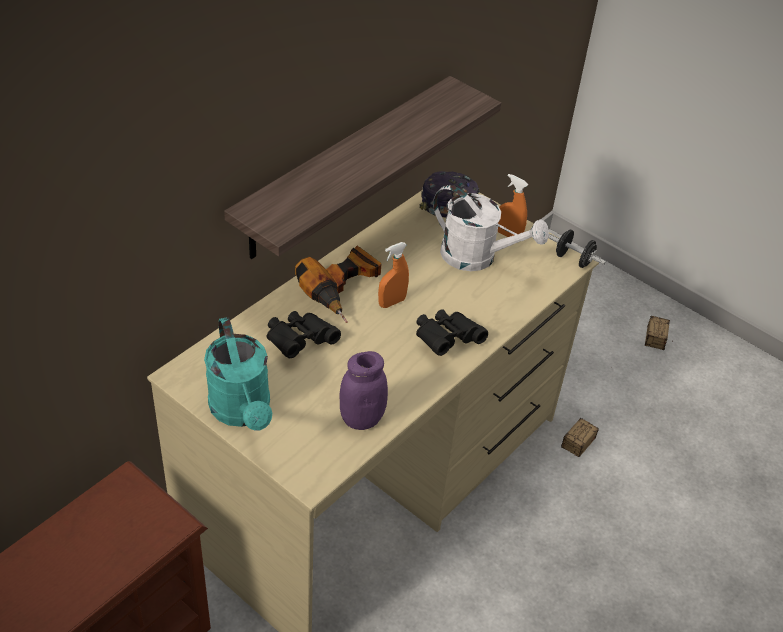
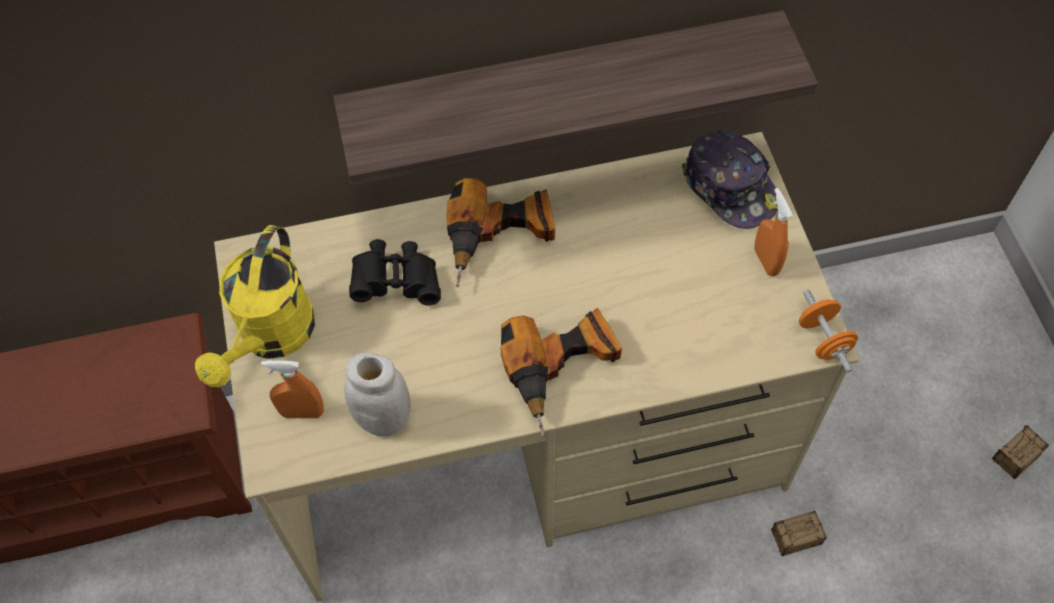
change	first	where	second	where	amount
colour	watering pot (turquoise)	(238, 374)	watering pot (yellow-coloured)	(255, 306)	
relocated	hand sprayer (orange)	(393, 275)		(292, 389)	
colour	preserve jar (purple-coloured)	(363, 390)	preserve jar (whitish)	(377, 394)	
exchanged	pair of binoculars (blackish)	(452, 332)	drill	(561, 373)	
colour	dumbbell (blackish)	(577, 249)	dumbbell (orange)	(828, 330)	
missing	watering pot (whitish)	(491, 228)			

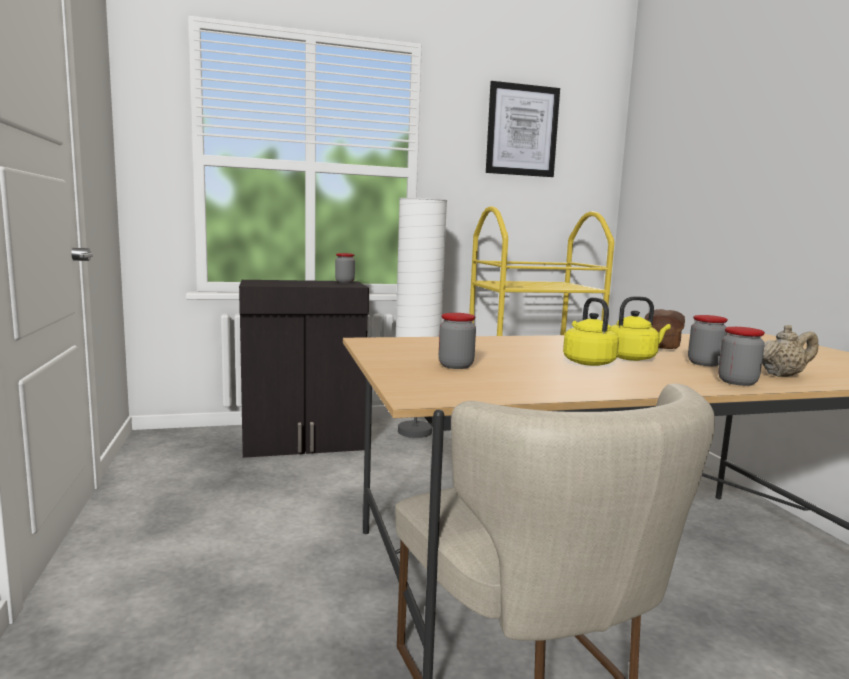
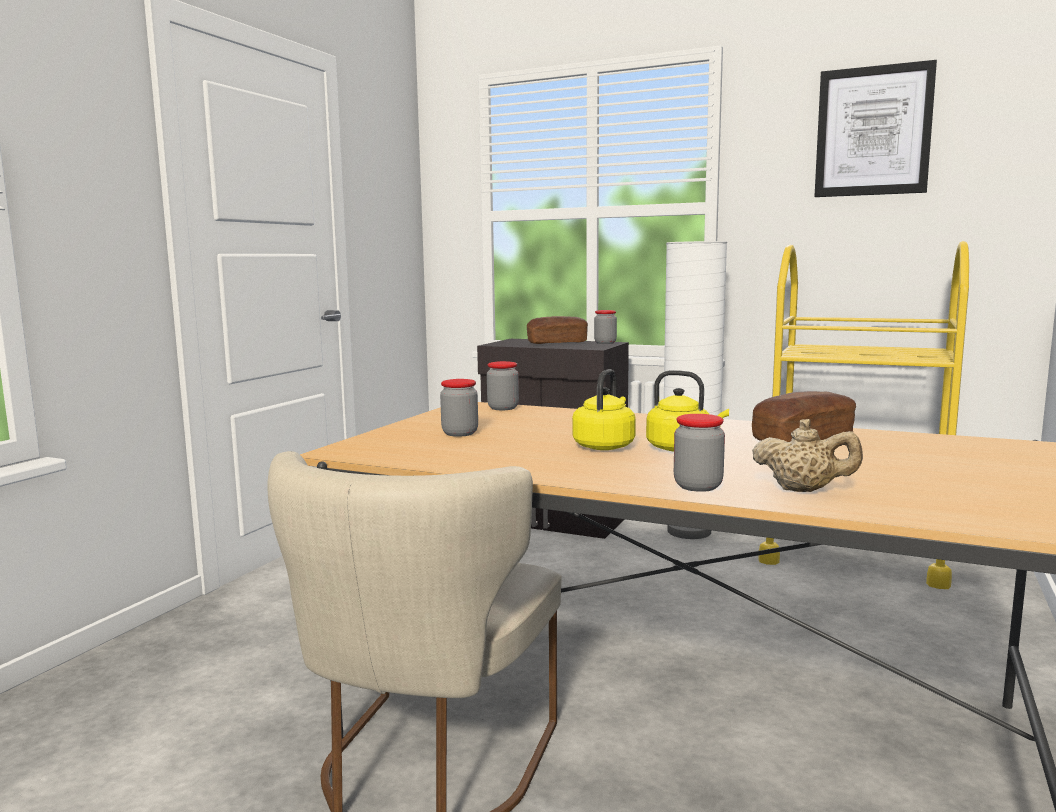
change	first	where	second	where	amount
relocated	preserve jar	(708, 340)		(503, 385)	
appeared			bread	(557, 330)	

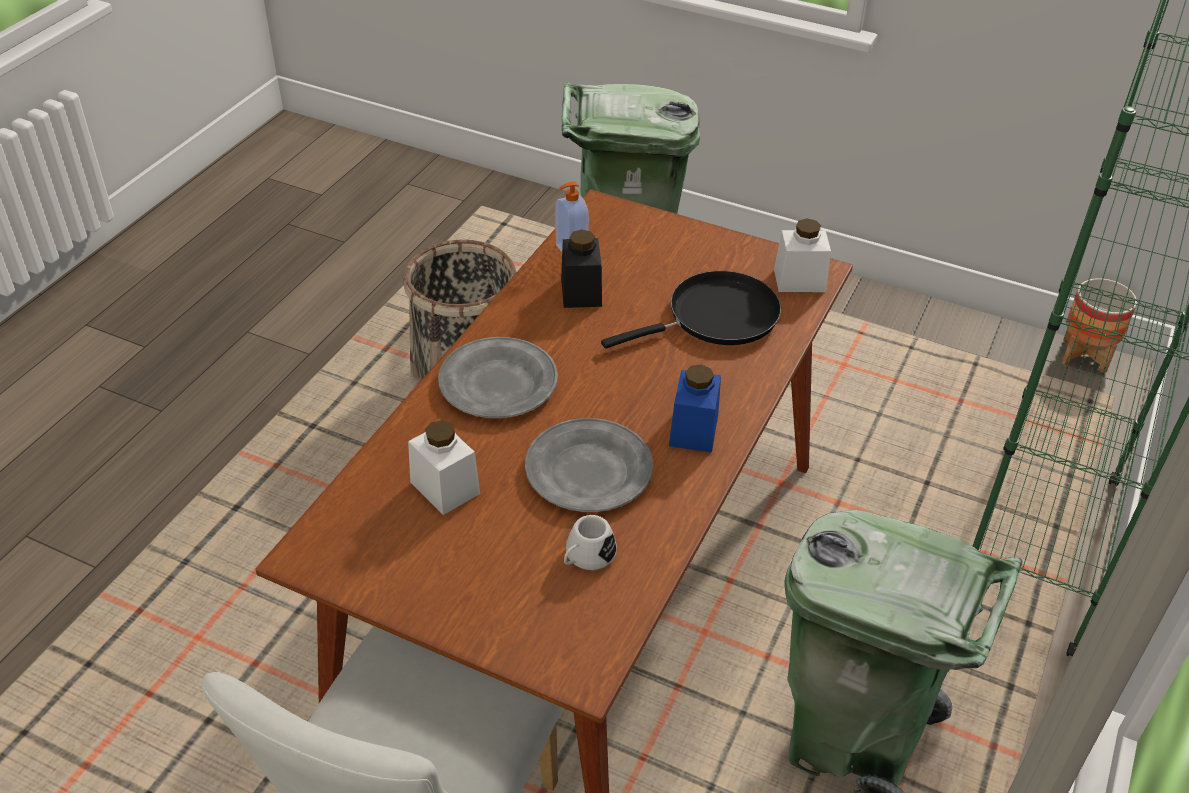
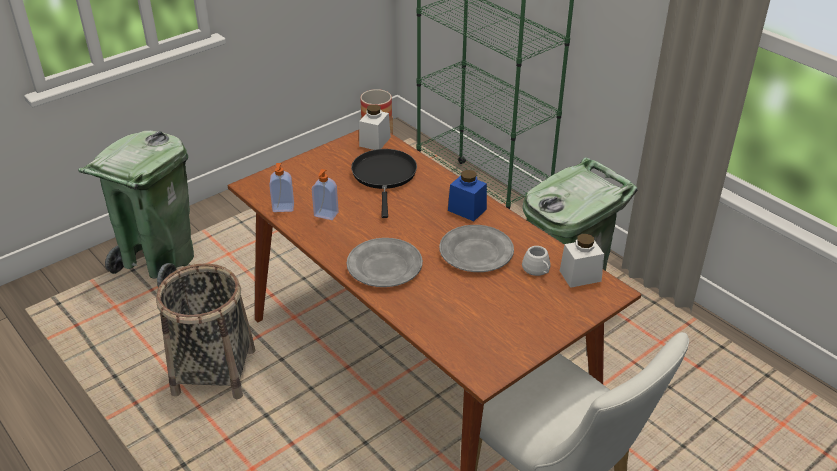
change	first	where	second	where	amount
exchanged	preserve jar (blackish)	(581, 268)	soap bottle	(325, 194)	
relocated	preserve jar (whitish)	(444, 467)		(582, 261)	

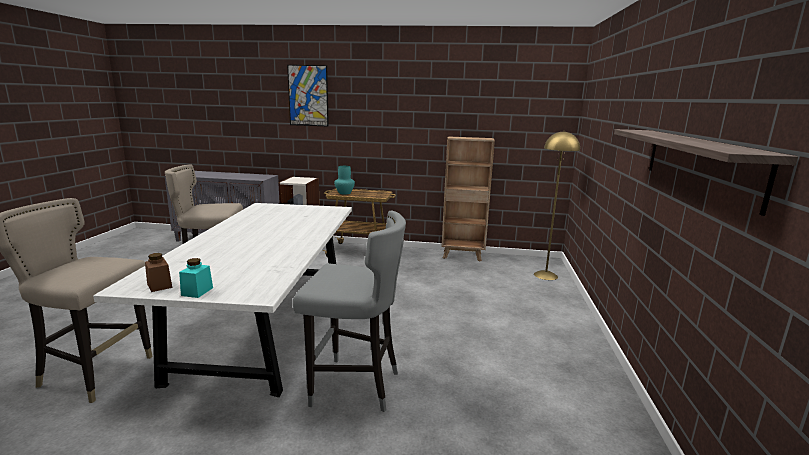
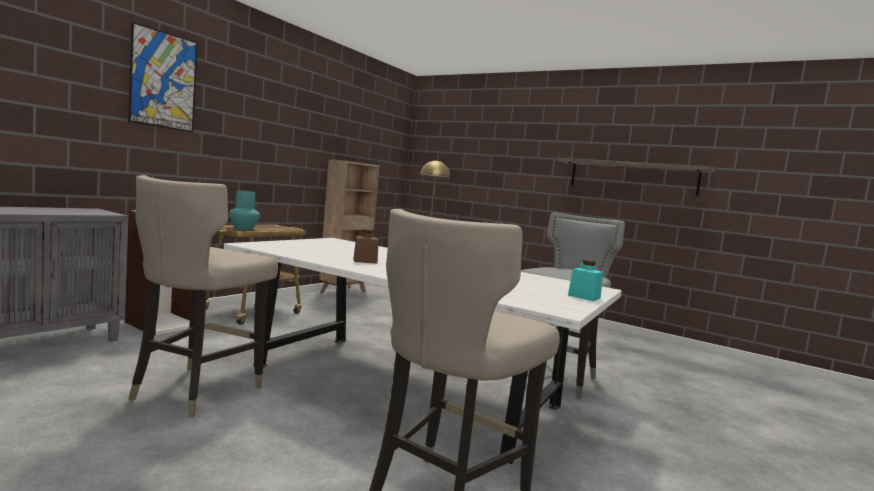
change	first	where	second	where	amount
relocated	preserve jar (brown)	(158, 272)		(366, 246)	

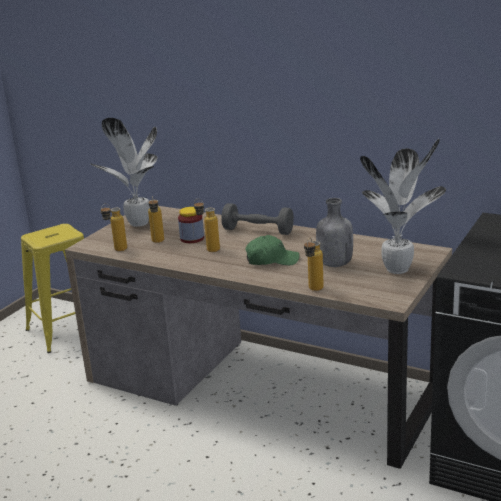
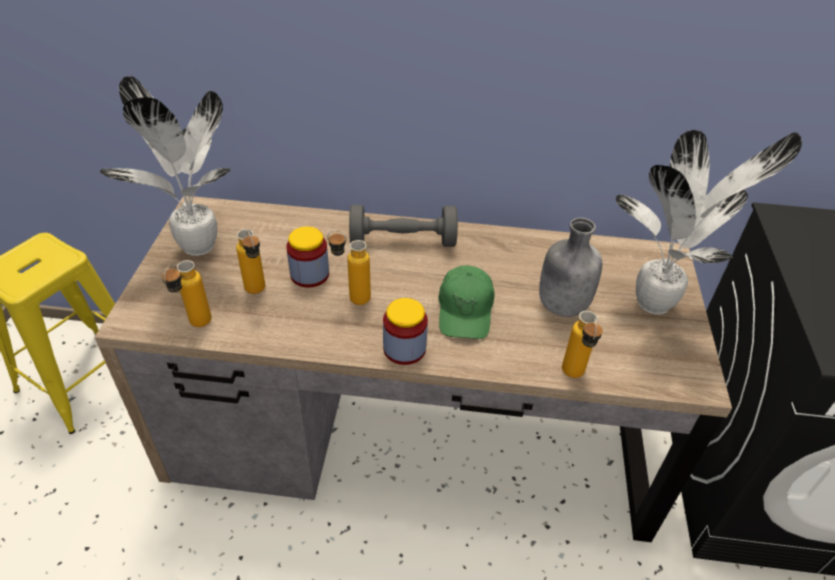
change	first	where	second	where	amount
appeared			preserve jar	(405, 331)	
spun	peaked cap (greenish)	(272, 250)		(466, 302)	120 degrees clockwise

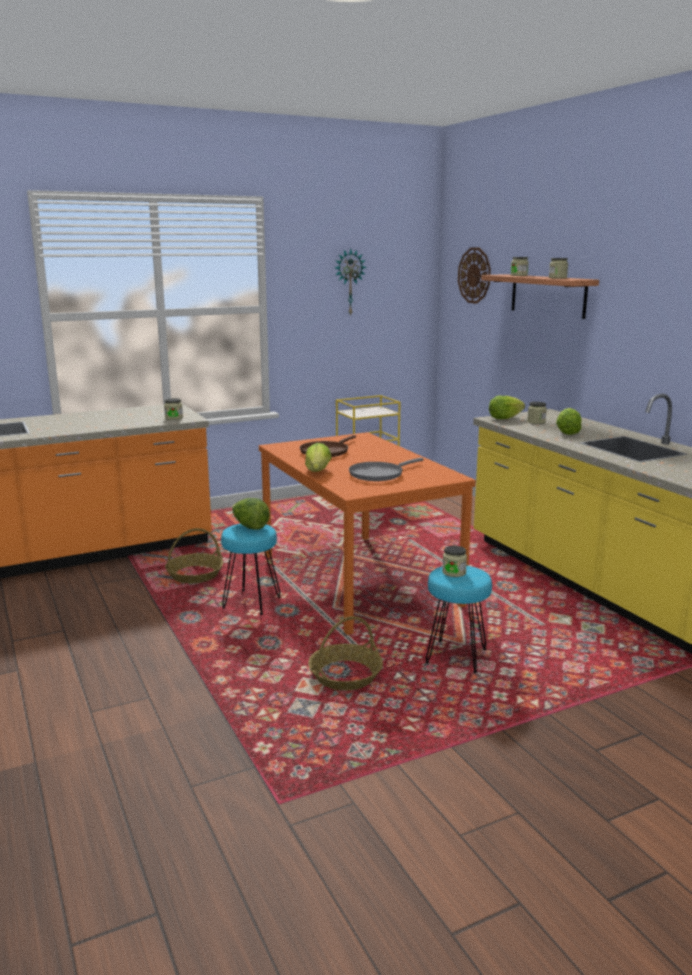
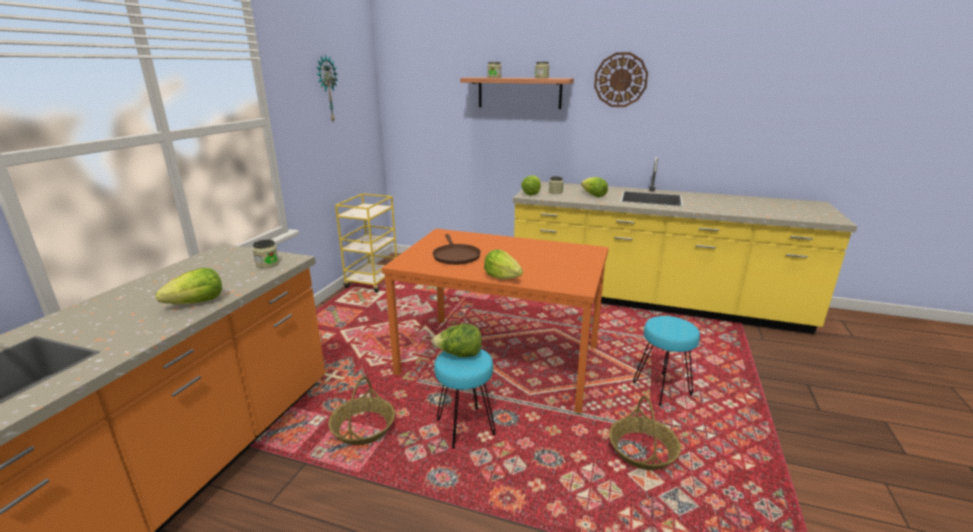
change	first	where	second	where	amount
appeared			head of lettuce	(189, 286)	
relocated	clock on the wall	(474, 275)		(621, 79)	
missing	frying pan (gray)	(386, 469)			
missing	preserve jar	(454, 561)			

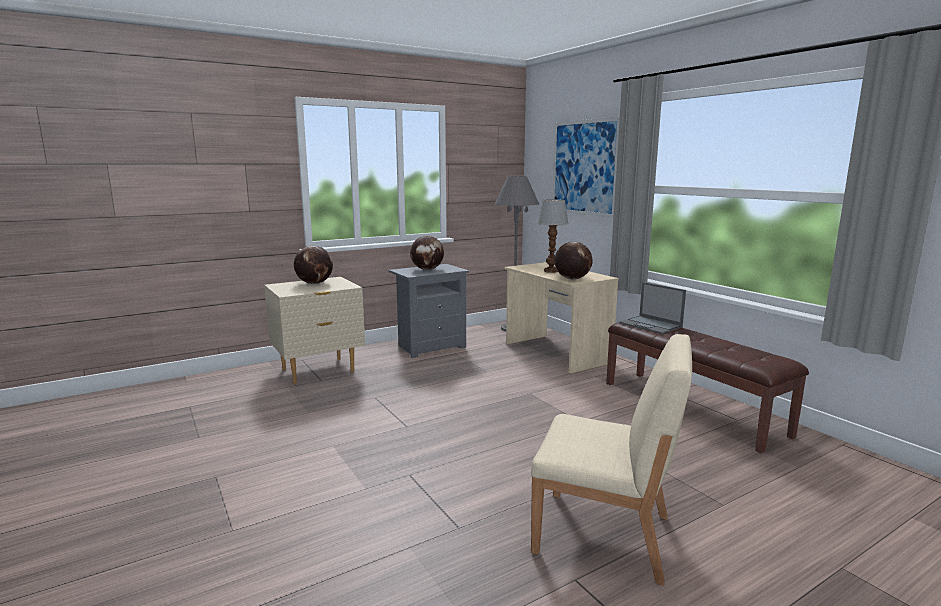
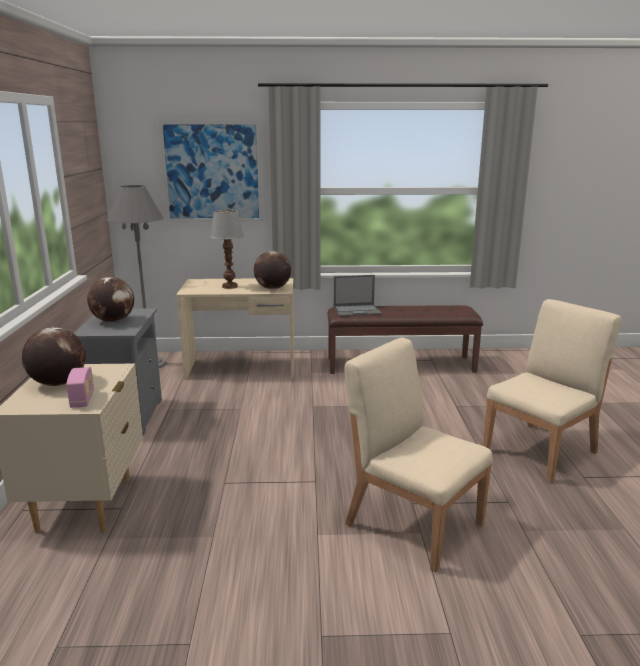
change	first	where	second	where	amount
appeared			radio set	(80, 387)	
appeared			plain chair (sand-coloured)	(418, 454)	

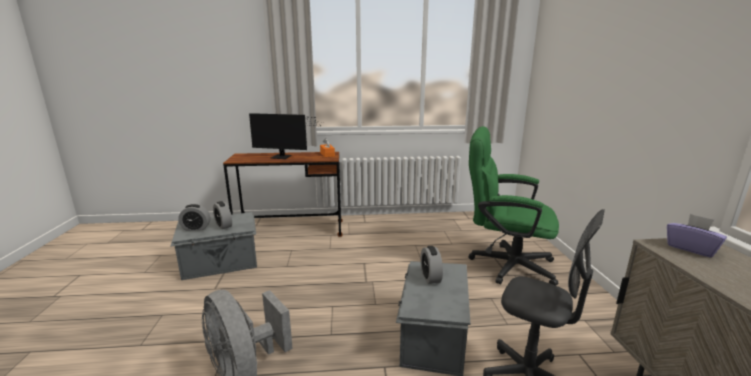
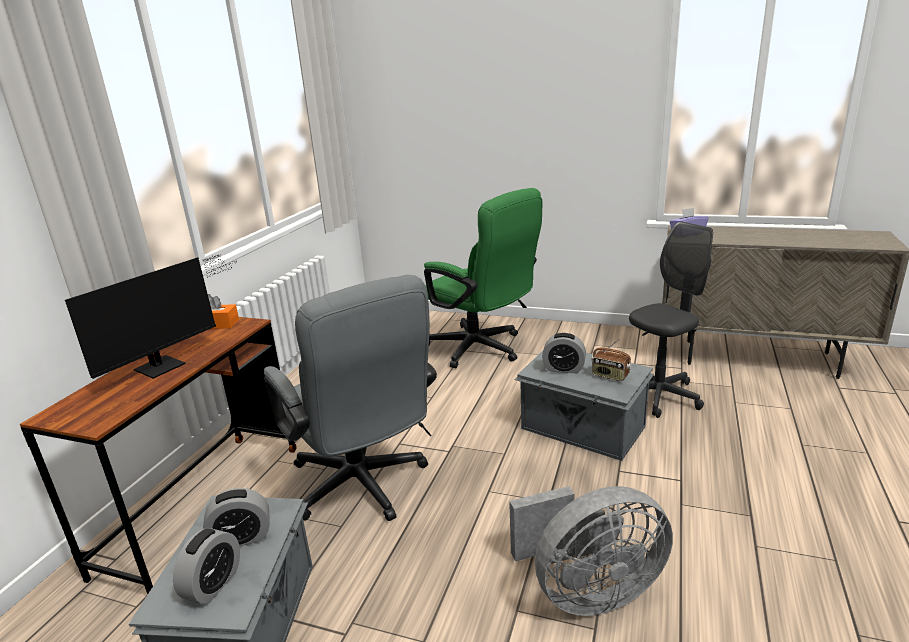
change	first	where	second	where	amount
appeared			desk chair (gray)	(350, 398)	
spun	desk chair (greenish)	(513, 206)		(483, 278)	90 degrees counterclockwise
appeared			radio set	(612, 360)	

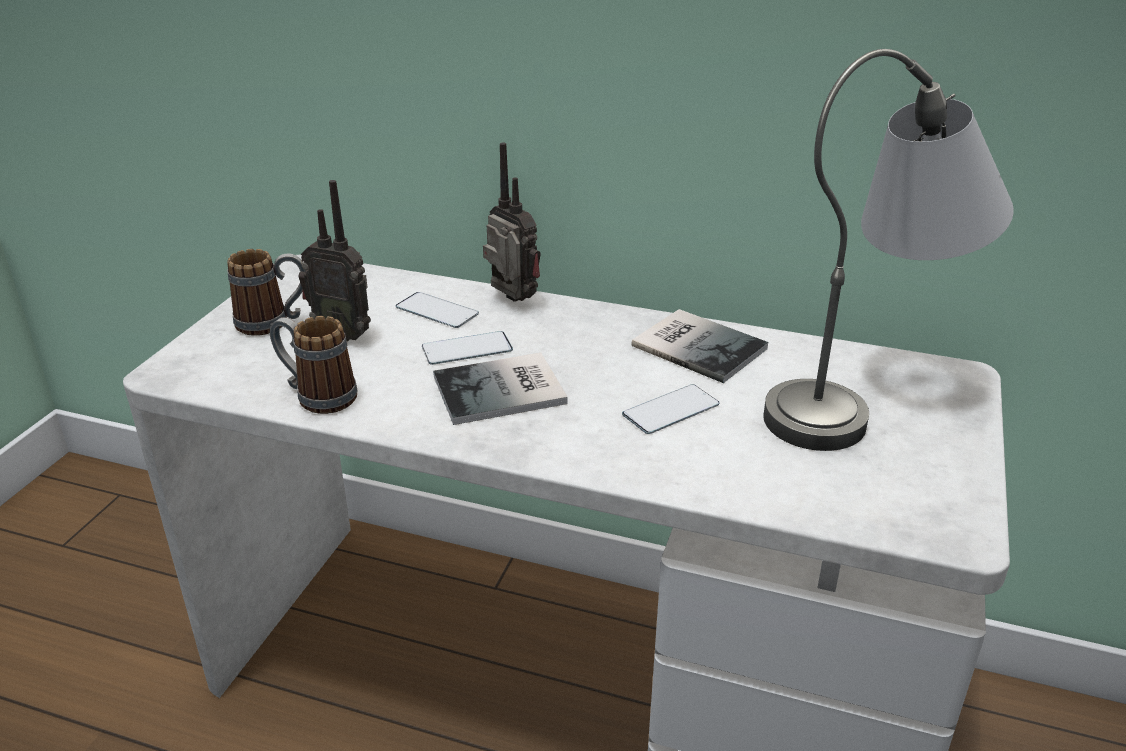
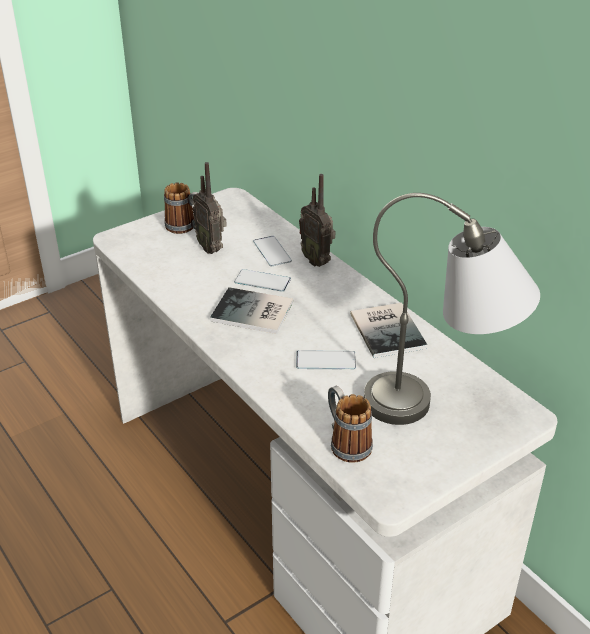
change	first	where	second	where	amount
spun	radio set	(512, 222)		(317, 220)	150 degrees clockwise
relocated	coffee mug	(313, 365)		(350, 424)	

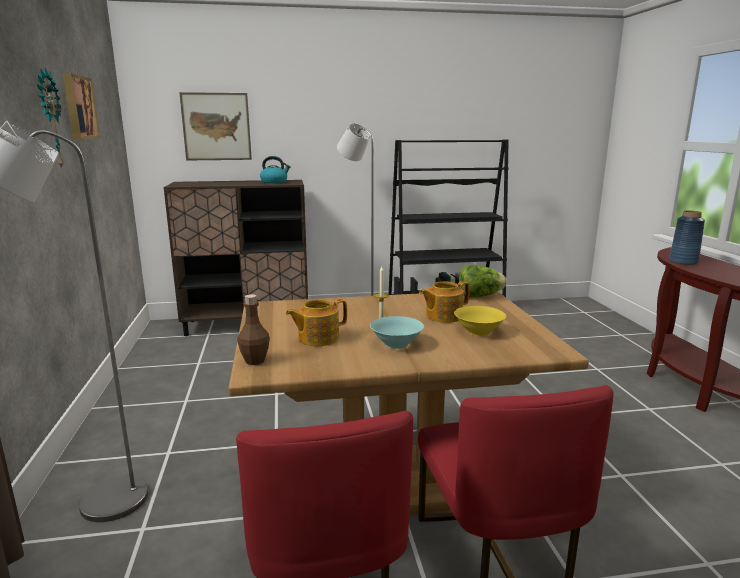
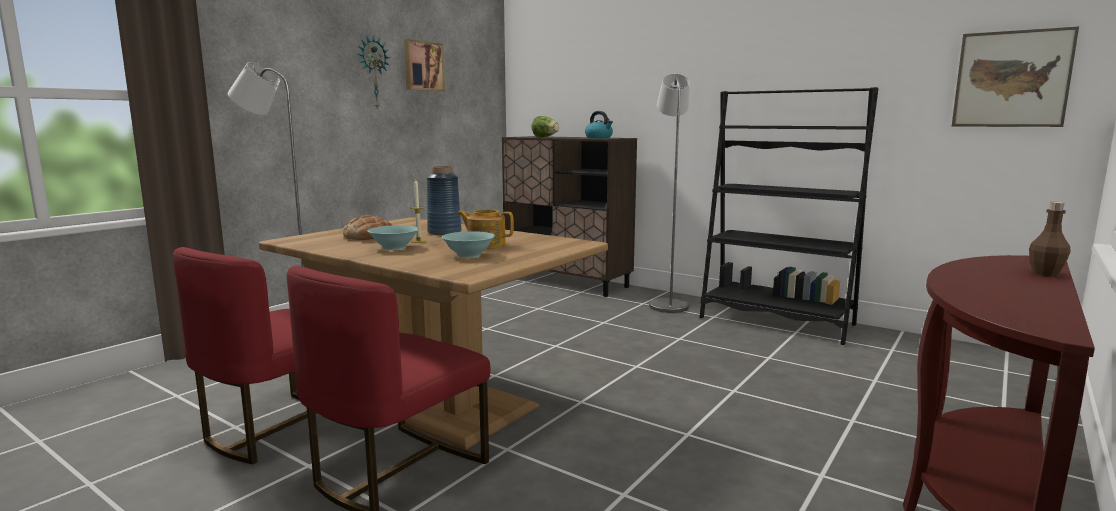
change	first	where	second	where	amount
exchanged	pot for tea	(316, 322)	bread	(367, 227)	
relocated	decorative vase (blue-coloured)	(687, 237)		(444, 200)	
colour	bowl (yellow-coloured)	(480, 321)	bowl (turquoise)	(468, 244)	
relocated	head of lettuce	(483, 281)		(545, 126)	
relocated	wall picture	(215, 126)		(1015, 77)	
relocated	bottle (brown)	(253, 329)		(1050, 239)	

